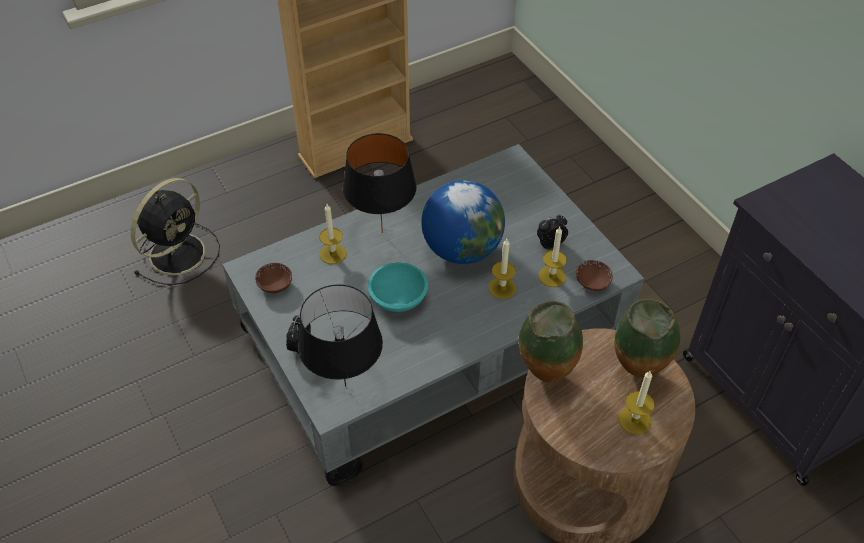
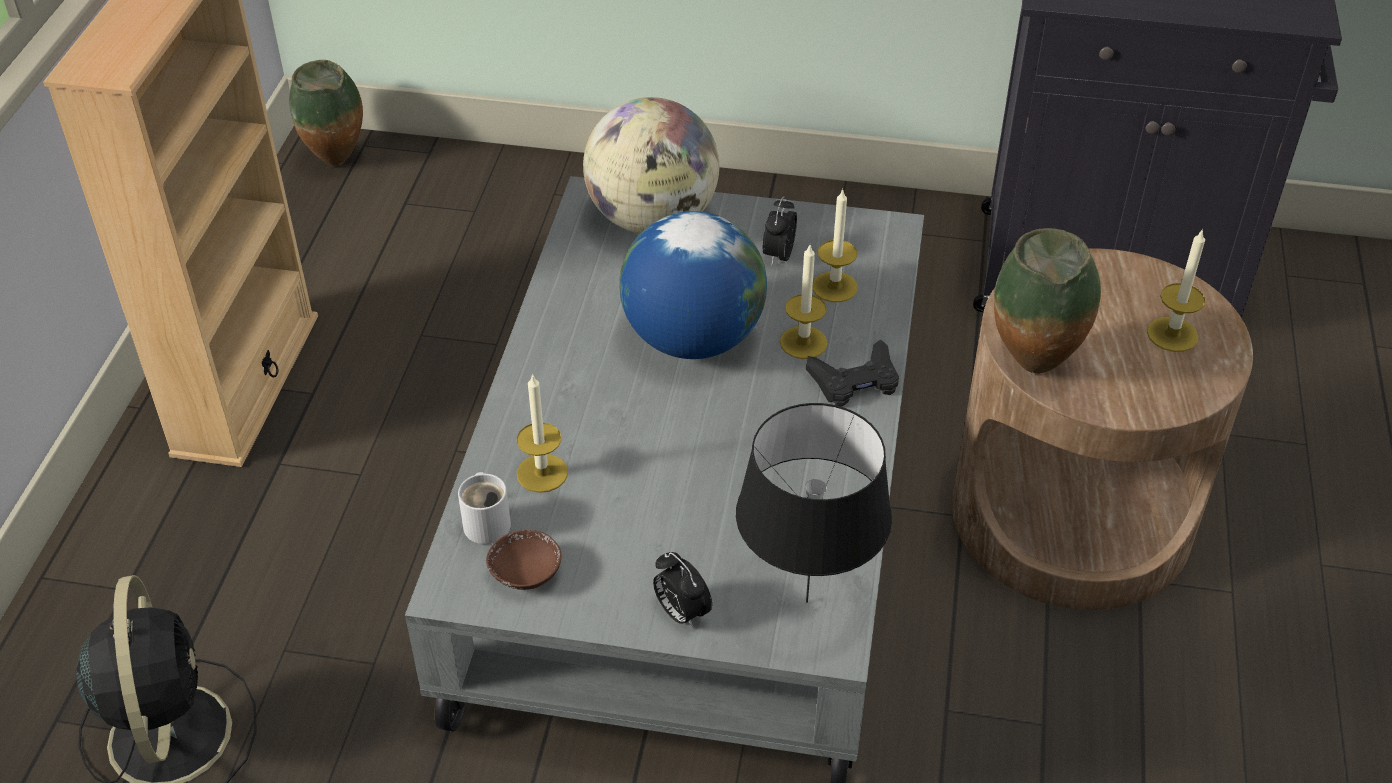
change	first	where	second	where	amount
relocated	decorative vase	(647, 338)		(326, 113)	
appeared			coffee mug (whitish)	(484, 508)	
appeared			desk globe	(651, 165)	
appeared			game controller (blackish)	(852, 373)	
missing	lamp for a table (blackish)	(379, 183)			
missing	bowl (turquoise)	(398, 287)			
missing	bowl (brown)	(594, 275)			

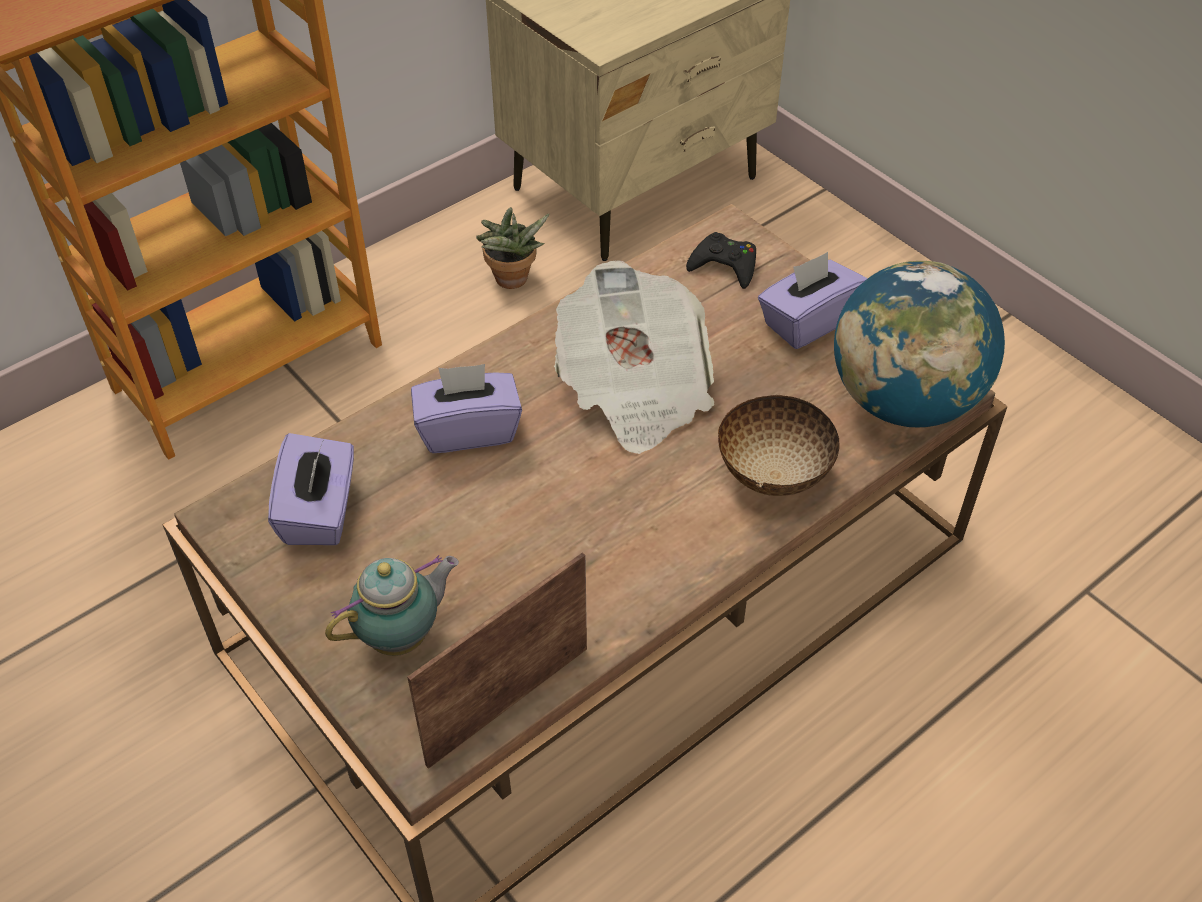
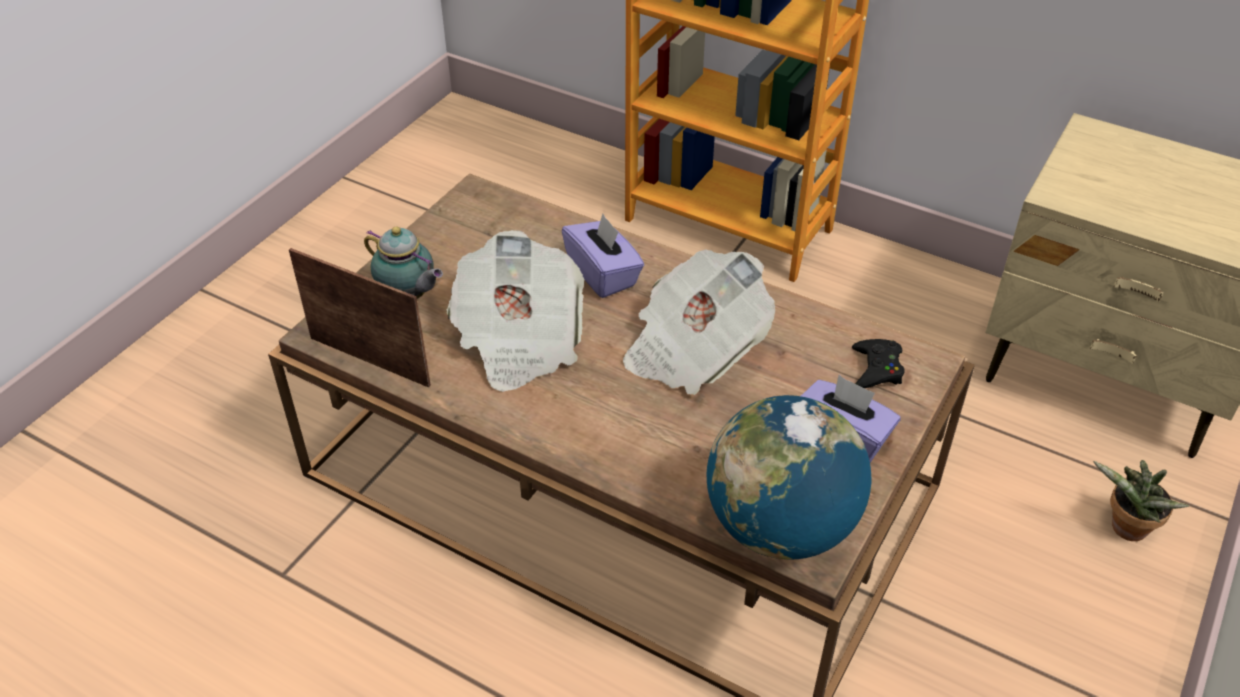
change	first	where	second	where	amount
appeared			printed paper	(515, 311)	
relocated	potted plant	(512, 248)		(1141, 500)	
missing	tissue box (purple-coloured)	(311, 489)			
missing	bowl	(779, 445)			

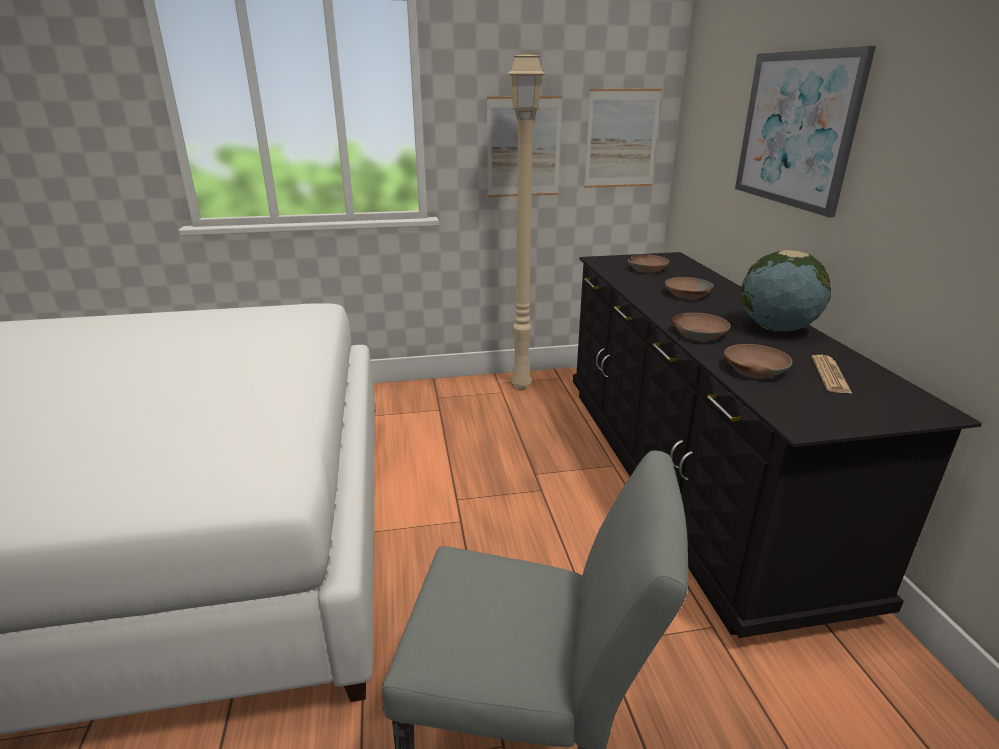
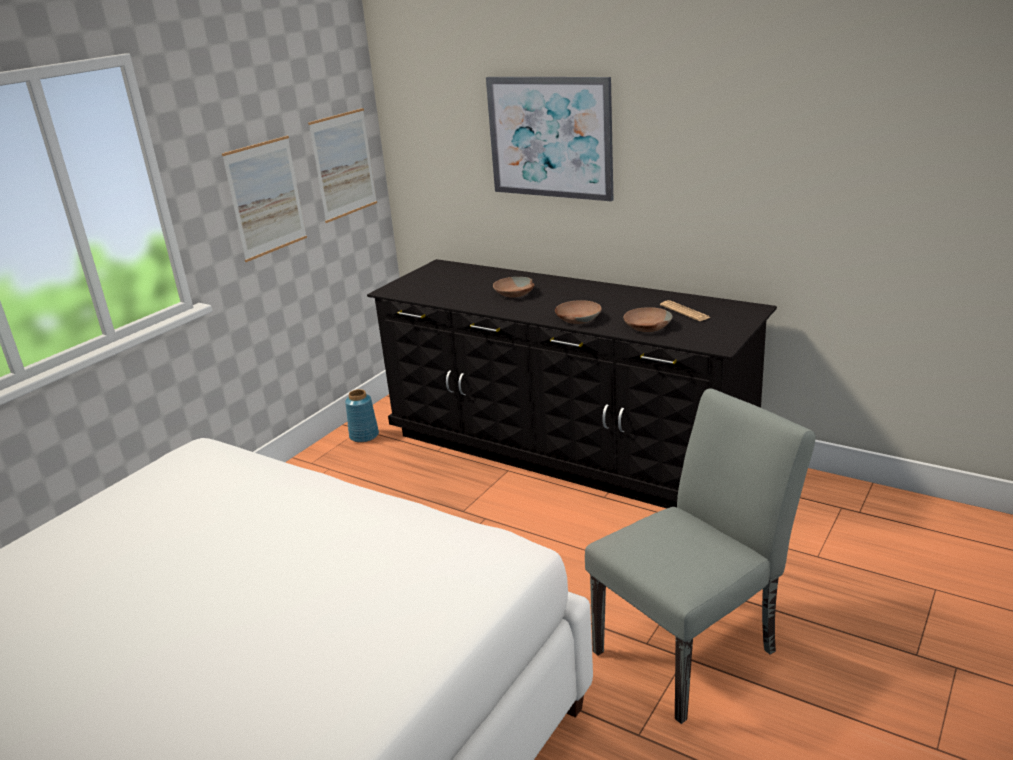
change	first	where	second	where	amount
appeared			decorative vase (blue-coloured)	(362, 416)	
missing	standing lamp (sand-coloured)	(526, 220)			
missing	bowl (brown)	(648, 264)			
missing	desk globe	(786, 291)			

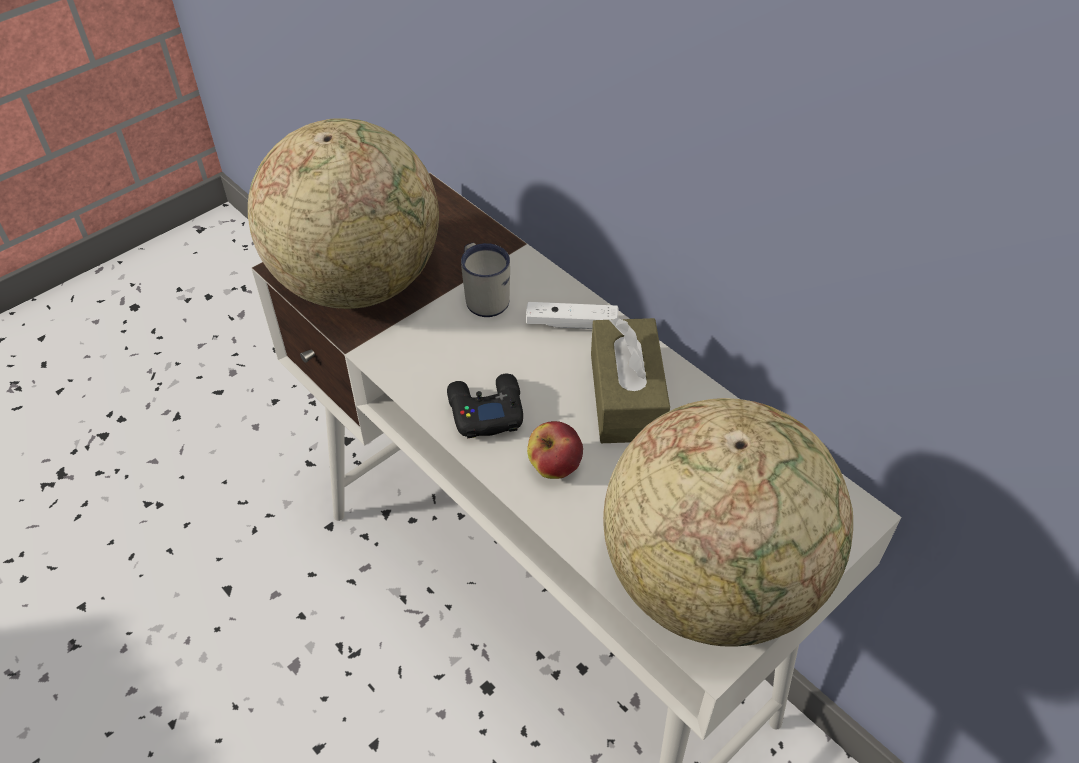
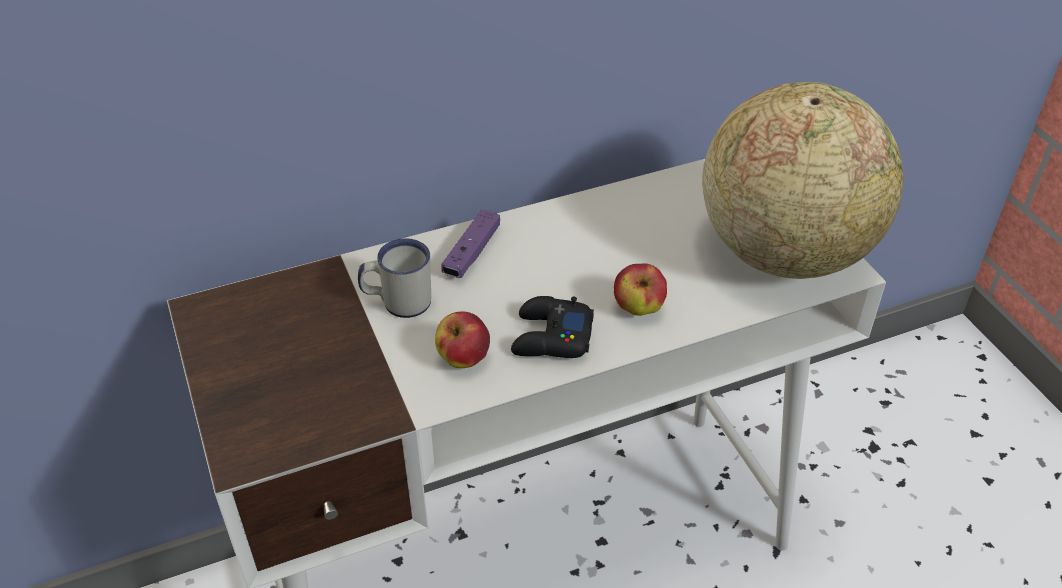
change	first	where	second	where	amount
appeared			apple	(462, 339)	
colour	game controller (whitish)	(572, 315)	game controller (purple-coloured)	(470, 244)	
missing	desk globe	(343, 213)			
missing	tissue box (brown)	(630, 380)			

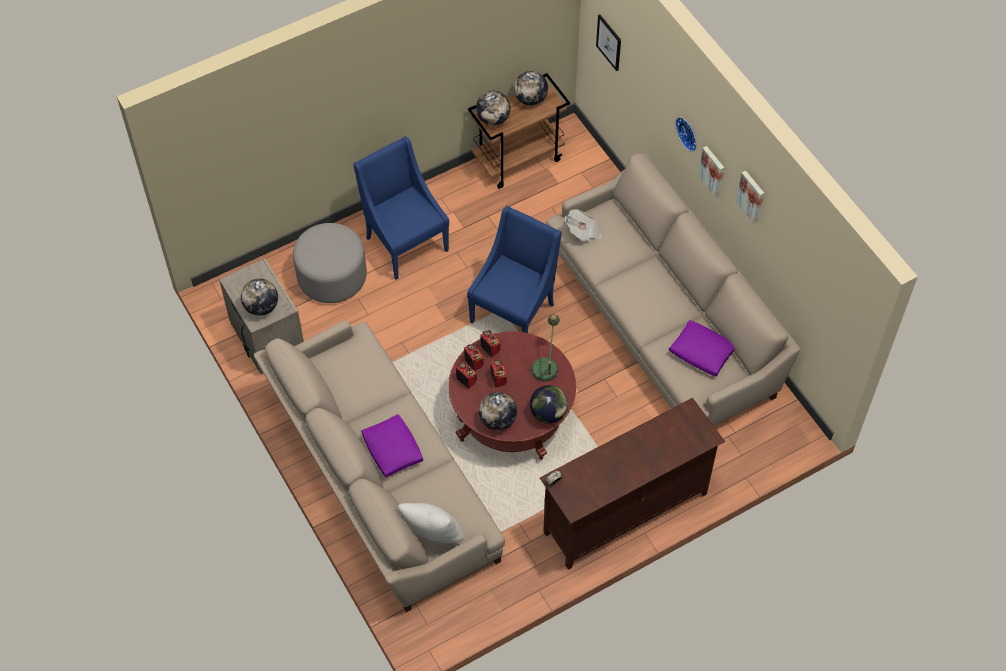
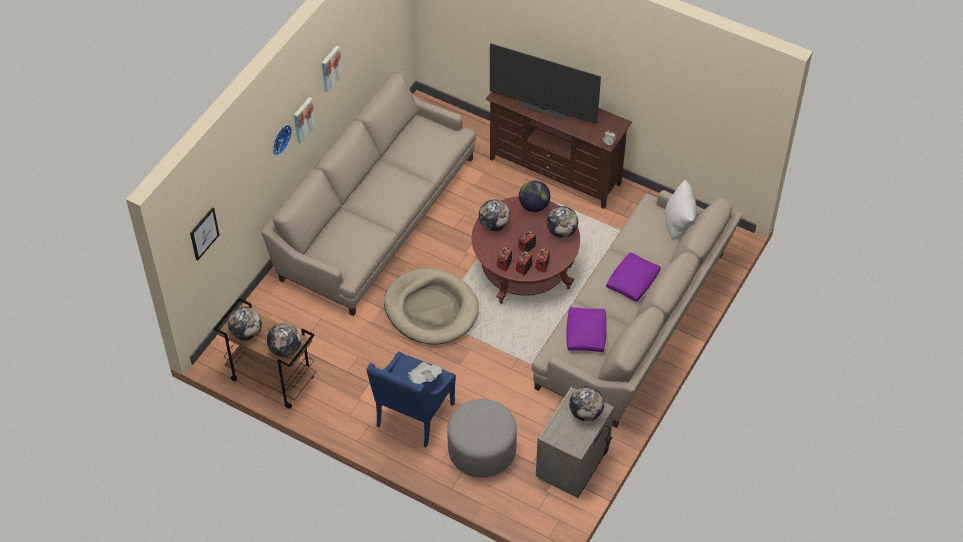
change	first	where	second	where	amount
exchanged	lounge chair (blue-coloured)	(514, 269)	dog cushion (sand-coloured)	(431, 306)	
relocated	printed paper	(583, 225)		(425, 373)	
exchanged	lamp for a table	(545, 348)	desk globe	(494, 215)	
appeared			TV	(545, 83)	
relocated	pillow (purple-coloured)	(701, 348)		(586, 329)	

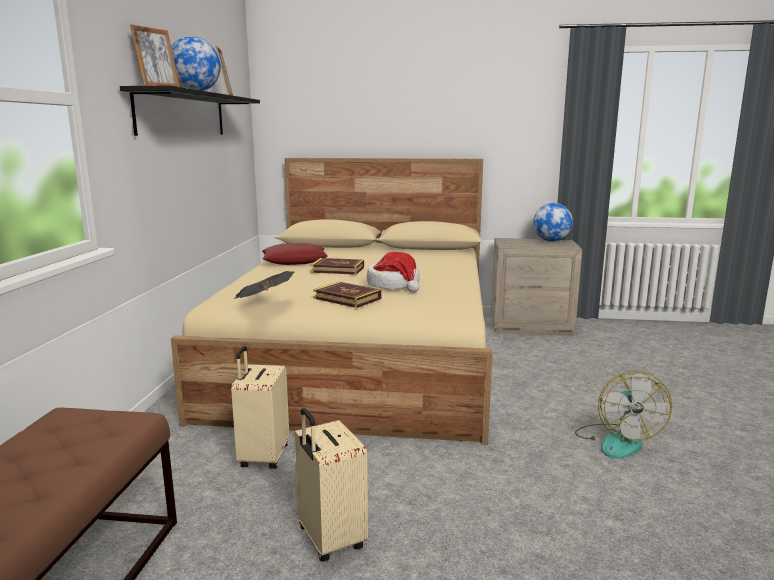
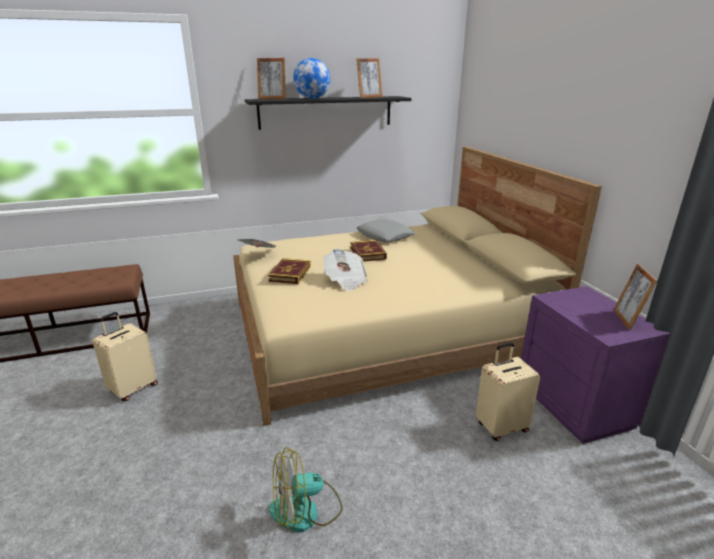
change	first	where	second	where	amount
exchanged	wearable hat	(393, 272)	printed paper	(345, 269)	
colour	pillow (red)	(295, 254)	pillow (gray)	(386, 230)	
relocated	travel case (sand-coloured)	(260, 407)		(508, 391)	
colour	night table (sand-coloured)	(537, 287)	night table (purple-coloured)	(596, 365)	
exchanged	desk globe	(553, 222)	standing frame	(635, 297)	

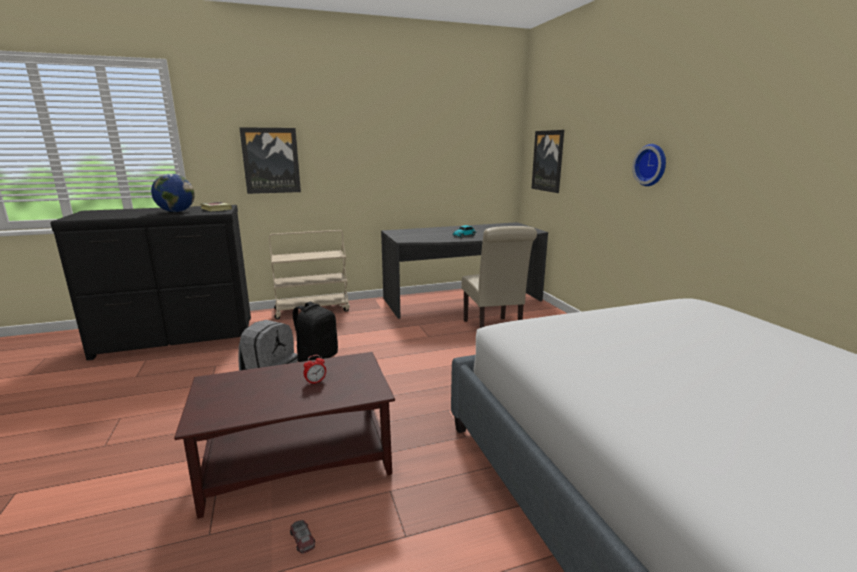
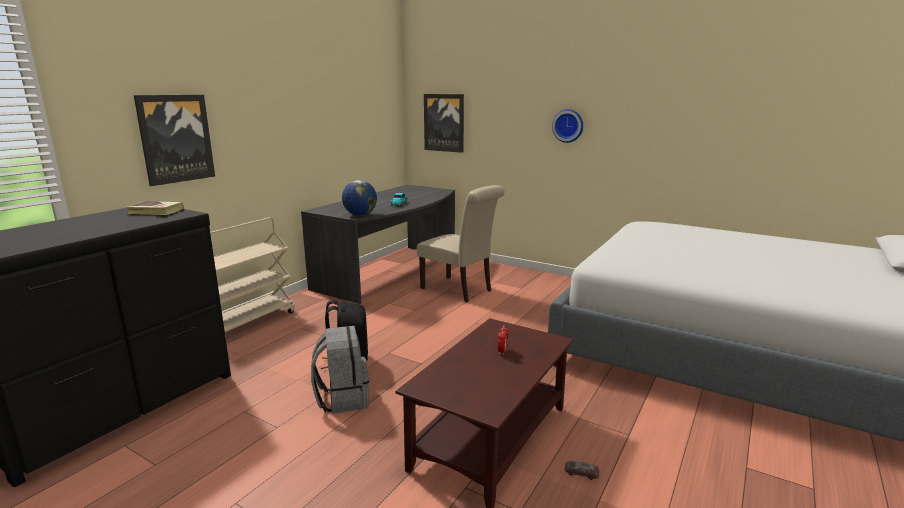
change	first	where	second	where	amount
relocated	desk globe	(173, 193)		(359, 198)	

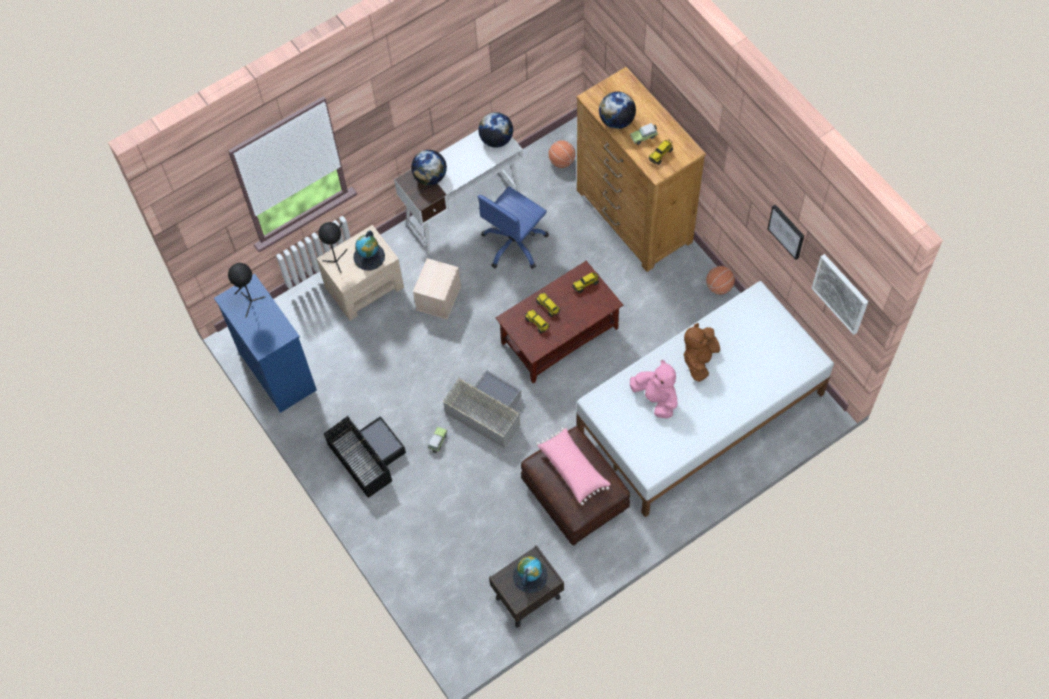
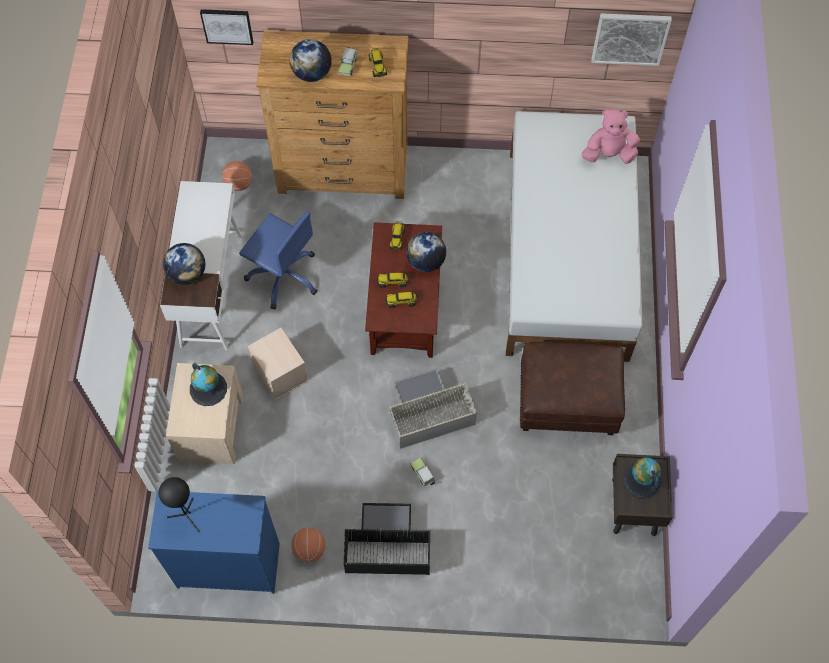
change	first	where	second	where	amount
relocated	wall picture	(786, 232)		(226, 27)	
spun	desk chair (blue-coloured)	(513, 227)		(278, 260)	45 degrees counterclockwise
relocated	basketball	(720, 280)		(308, 545)	
relocated	desk globe	(495, 130)		(426, 252)	
relocated	soft toy (pinkish)	(654, 389)		(610, 136)	
missing	lamp for a table (blackish)	(333, 247)			
missing	pillow (pinkish)	(574, 466)			
missing	soft toy (brown)	(702, 352)			

